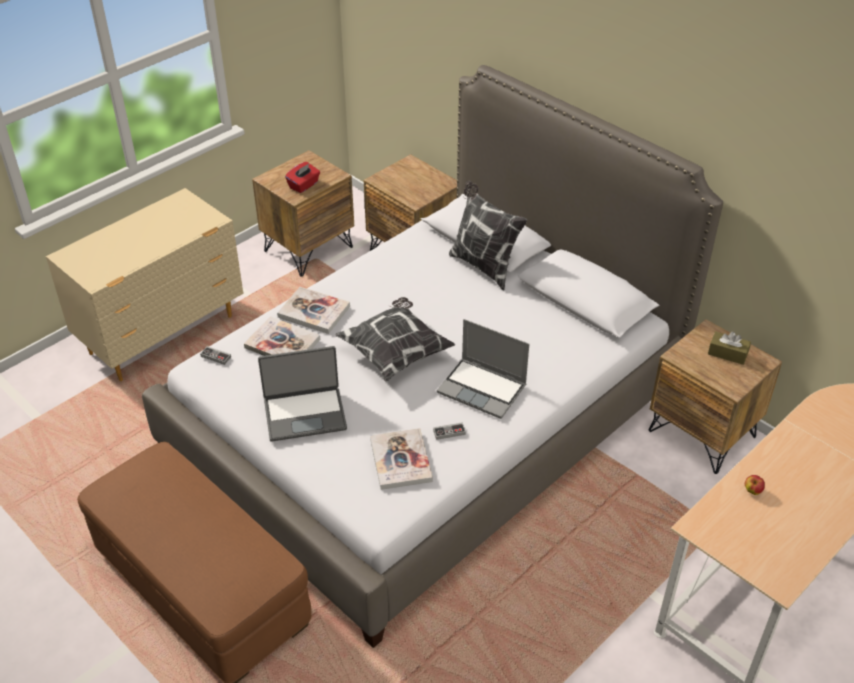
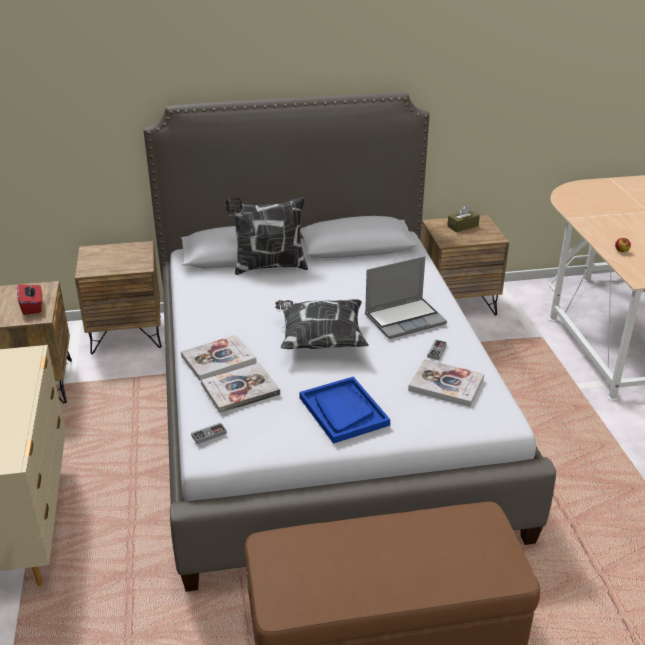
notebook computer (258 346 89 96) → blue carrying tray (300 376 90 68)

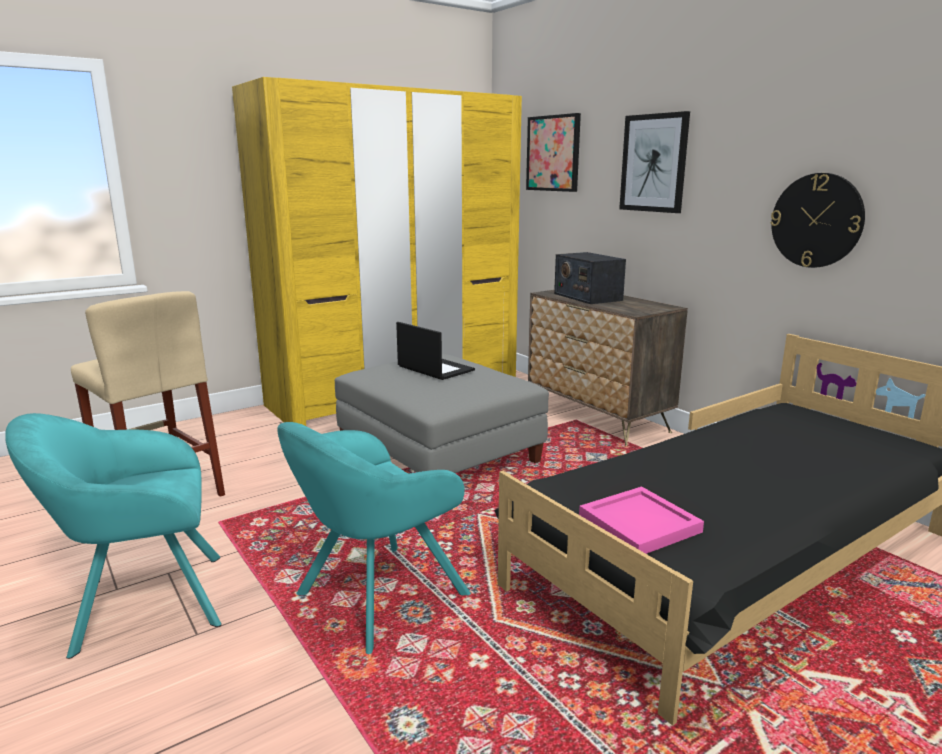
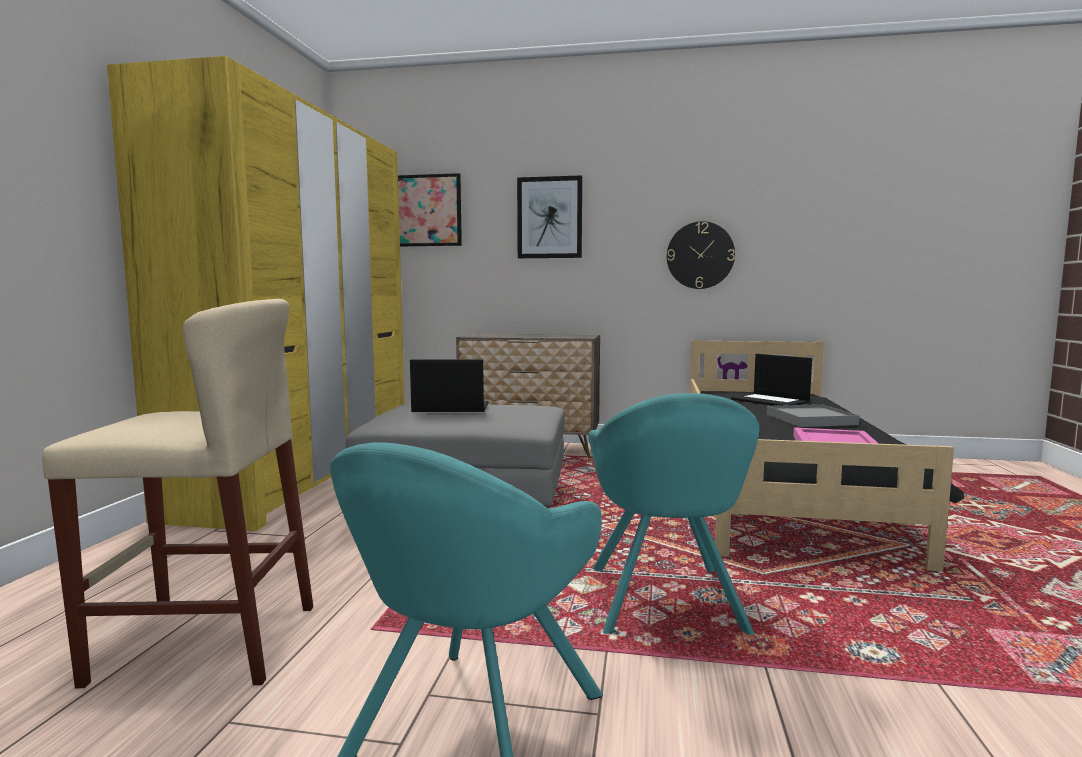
radio set (554 252 72 52) → -
- → notebook computer (731 354 81 52)
- → gray carrying tray (767 404 93 23)

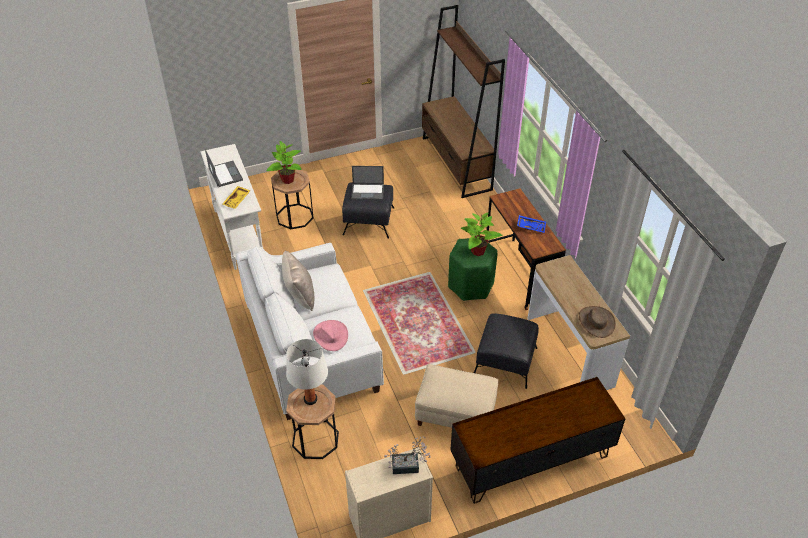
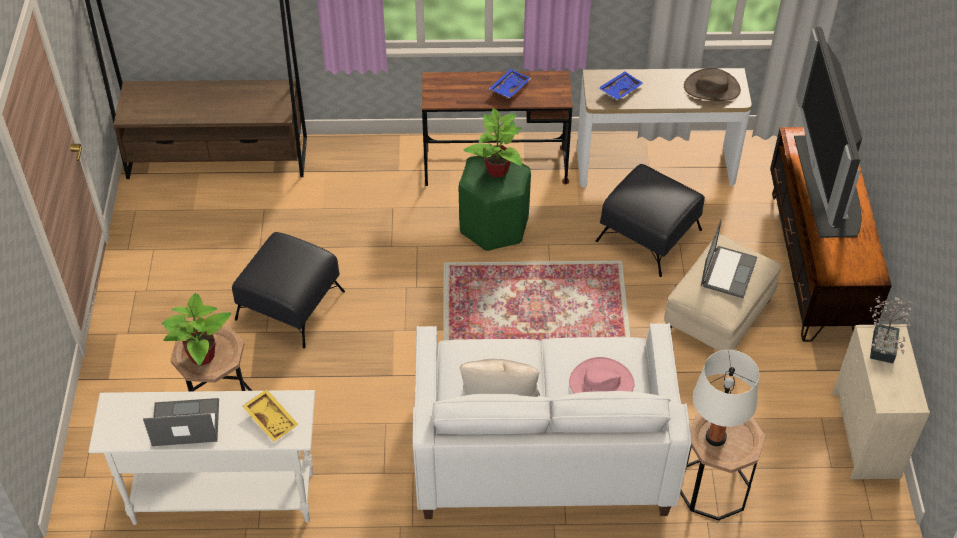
notebook computer (351 166 33 34) → notebook computer (701 220 56 78), move
- → blue carrying tray (599 71 45 29)
- → television (794 27 68 211)

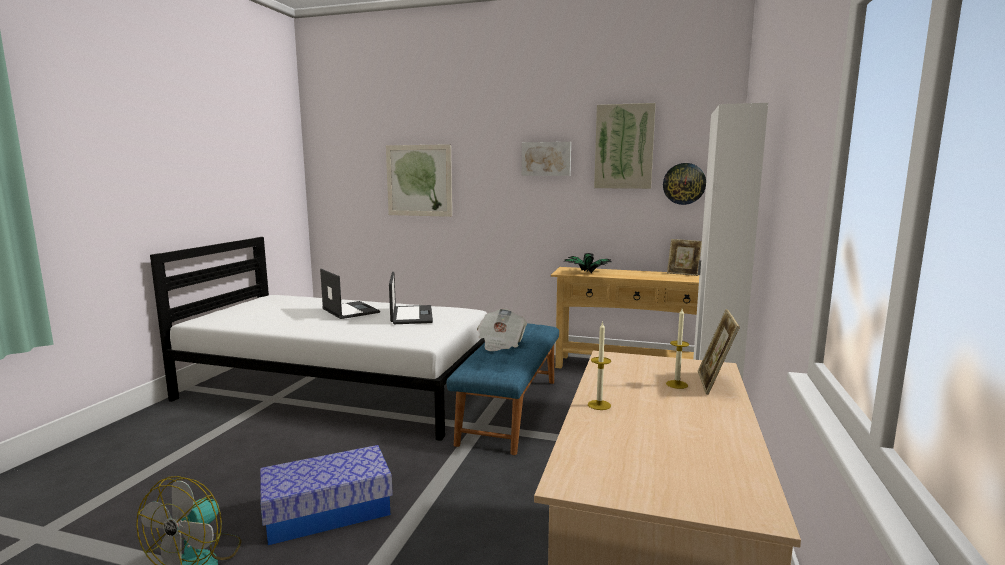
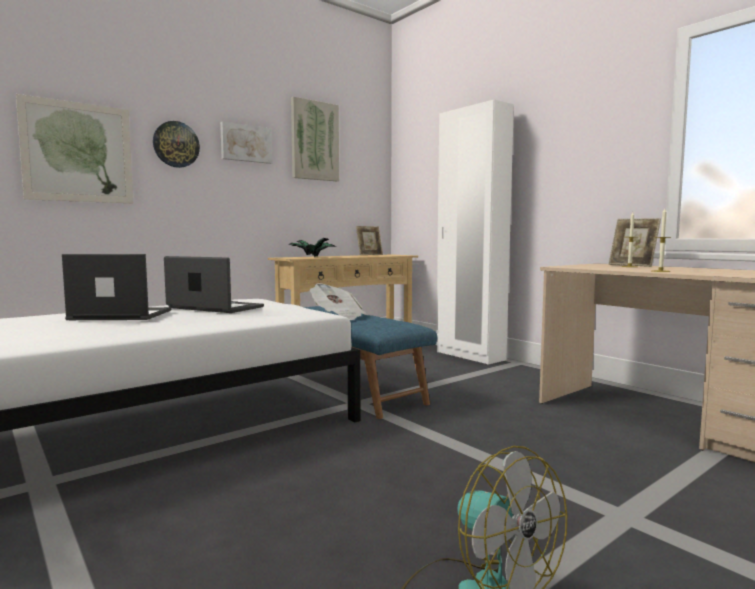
storage container (260 445 133 100) → -
hanging clock (663 163 43 42) → hanging clock (153 121 47 47), move

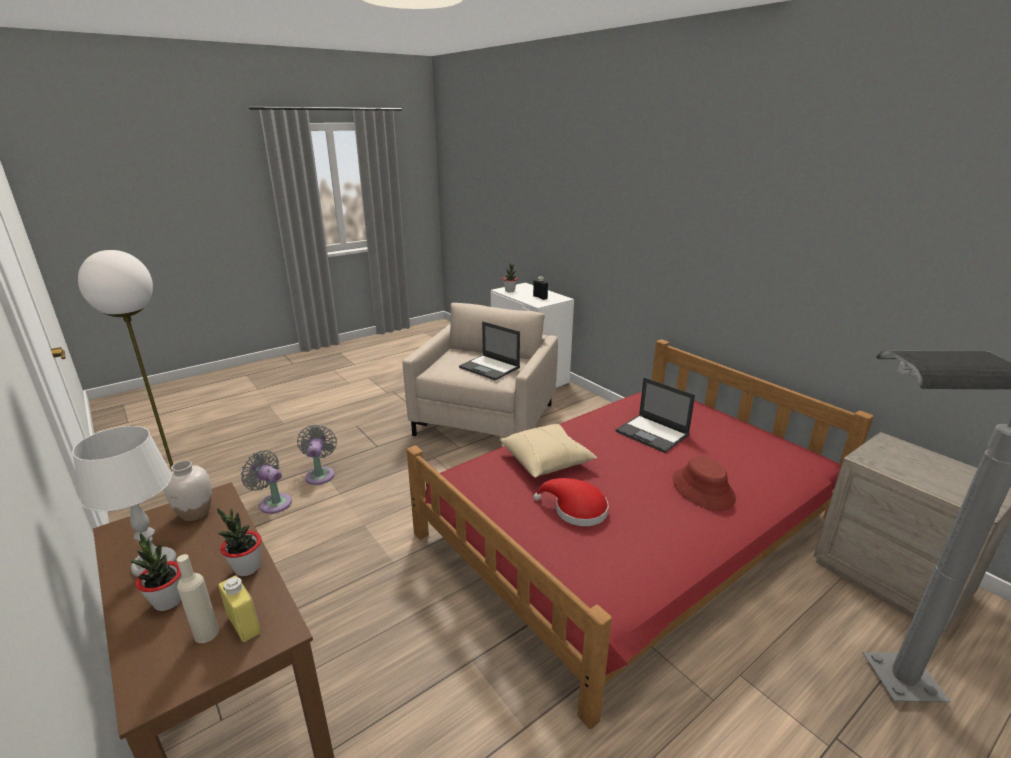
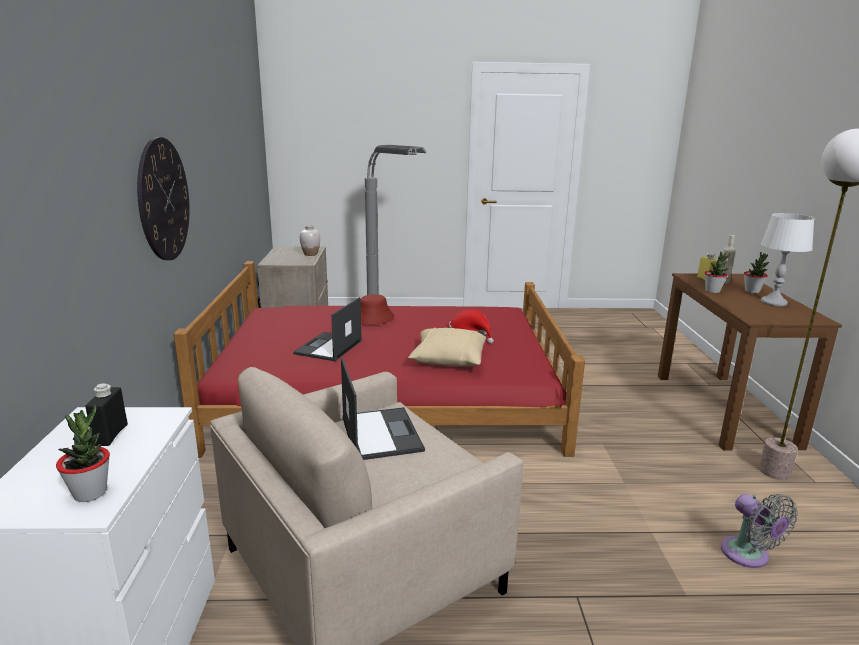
whitish vase (163 460 49 61) → whitish vase (300 225 20 31), move
gray fan (297 425 40 60) → -
notebook computer (616 378 79 75) → notebook computer (293 297 69 64), 150 degrees counterclockwise
- → hanging clock (137 137 52 123)

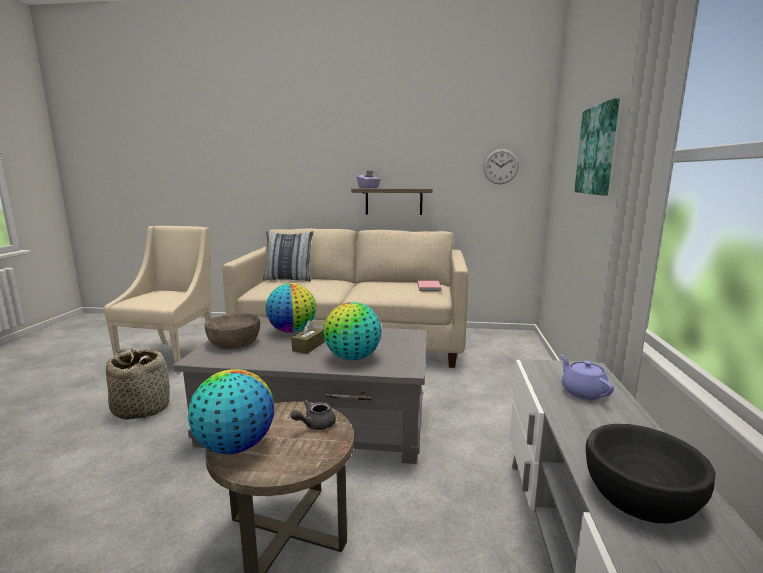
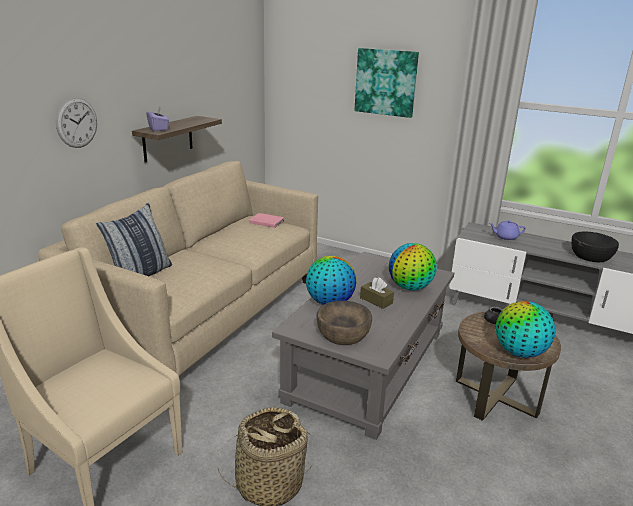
hanging clock (483 149 36 35) → hanging clock (56 98 41 50), move

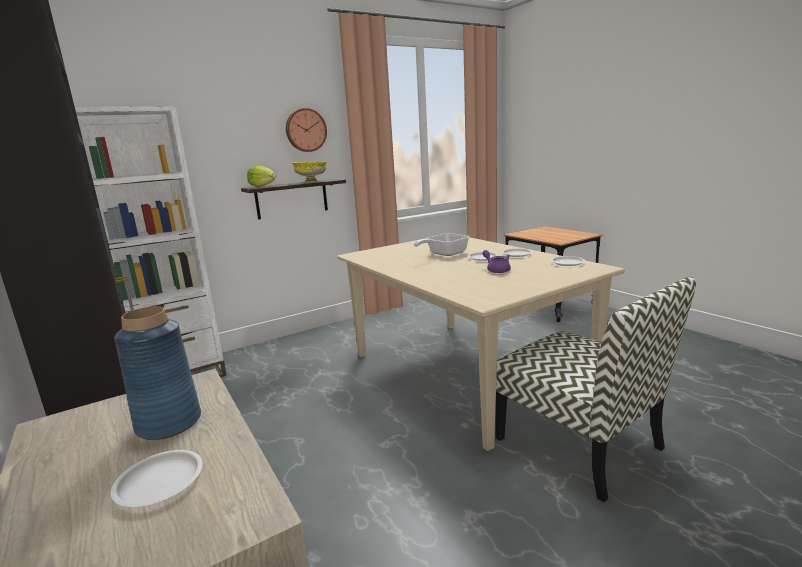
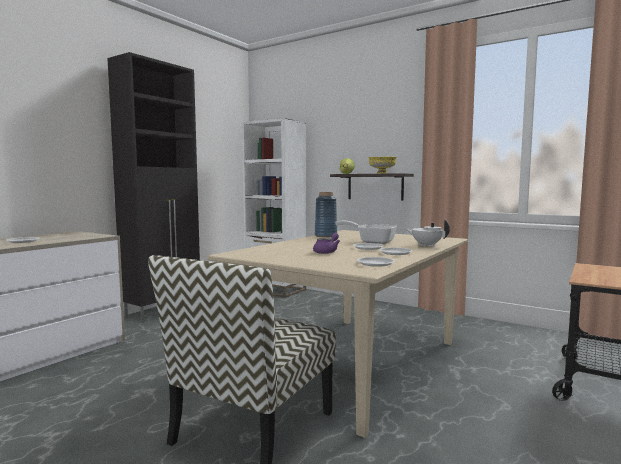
blue vase (114 306 87 134) → blue vase (315 192 22 45), move
hanging clock (286 108 41 44) → -
- → whitish pot for tea (405 219 45 28)

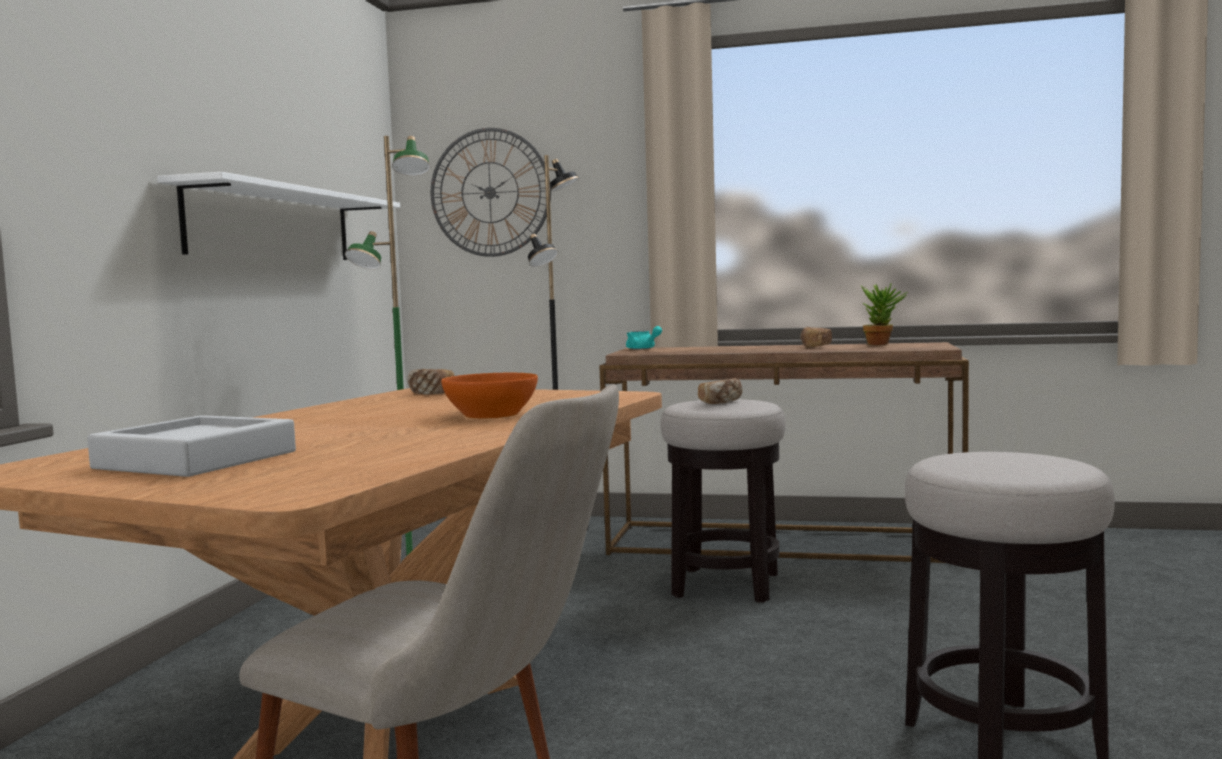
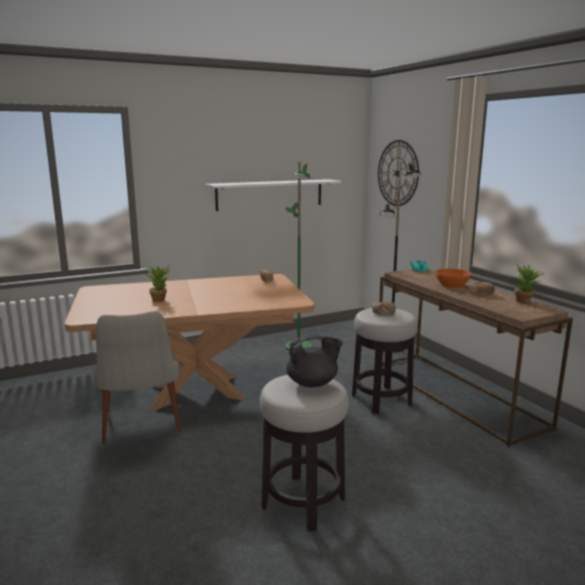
gray carrying tray (87 415 209 62) → -
orange-coloured bowl (441 373 97 46) → orange-coloured bowl (435 268 36 20), move
- → potted plant (143 265 27 37)
- → black-coloured pot for tea (286 334 57 53)

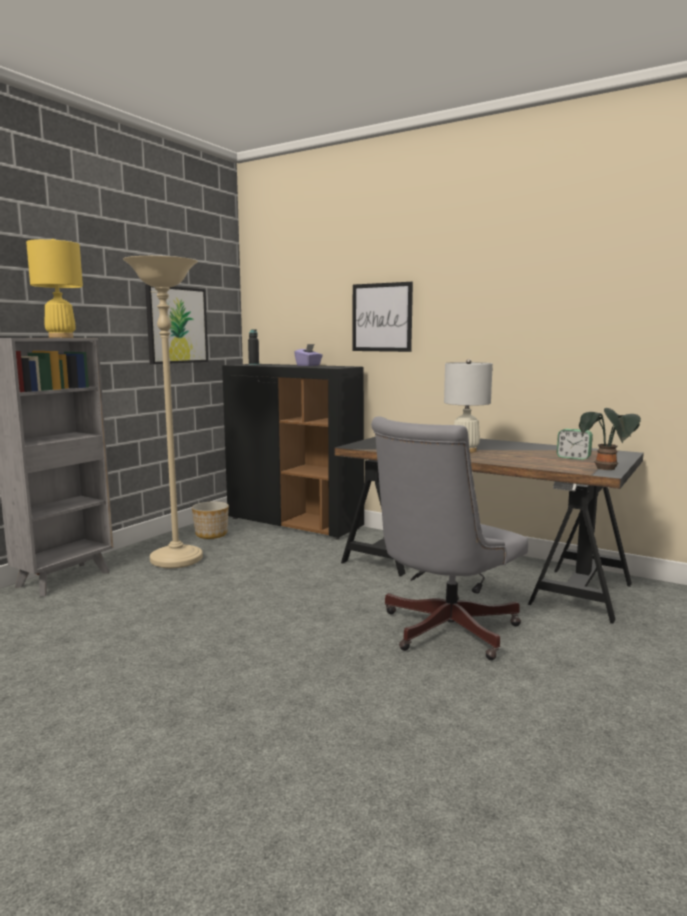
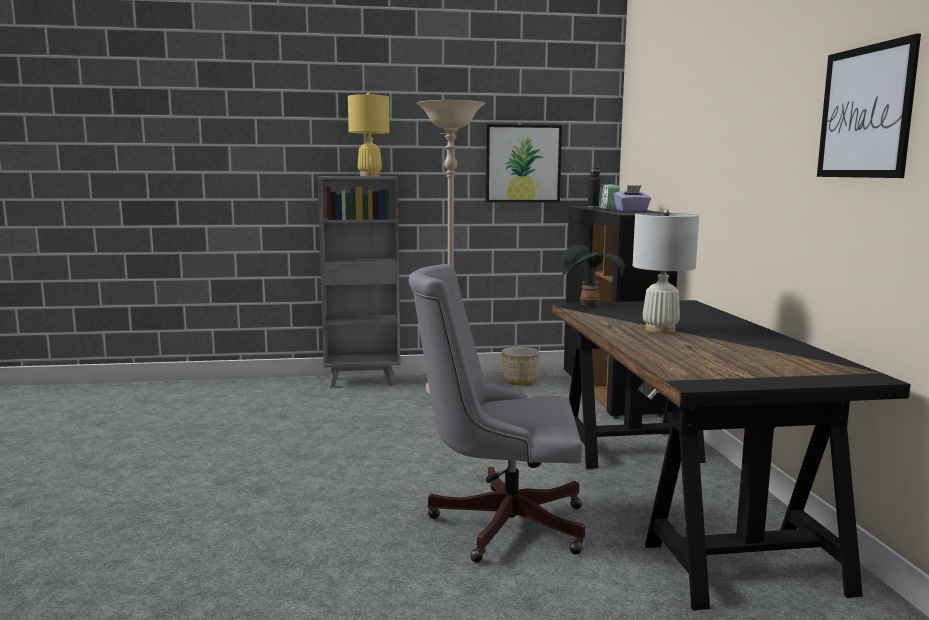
wall art (352 282 61 70) → wall art (817 33 104 145), move
bedside clock (557 429 36 31) → bedside clock (599 184 21 25), move
potted plant (579 408 62 62) → potted plant (561 245 64 61), move

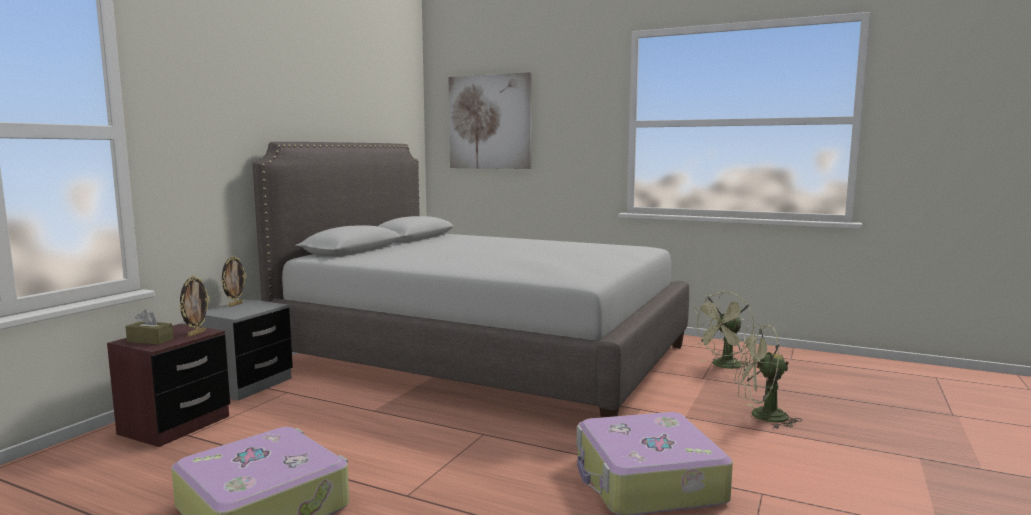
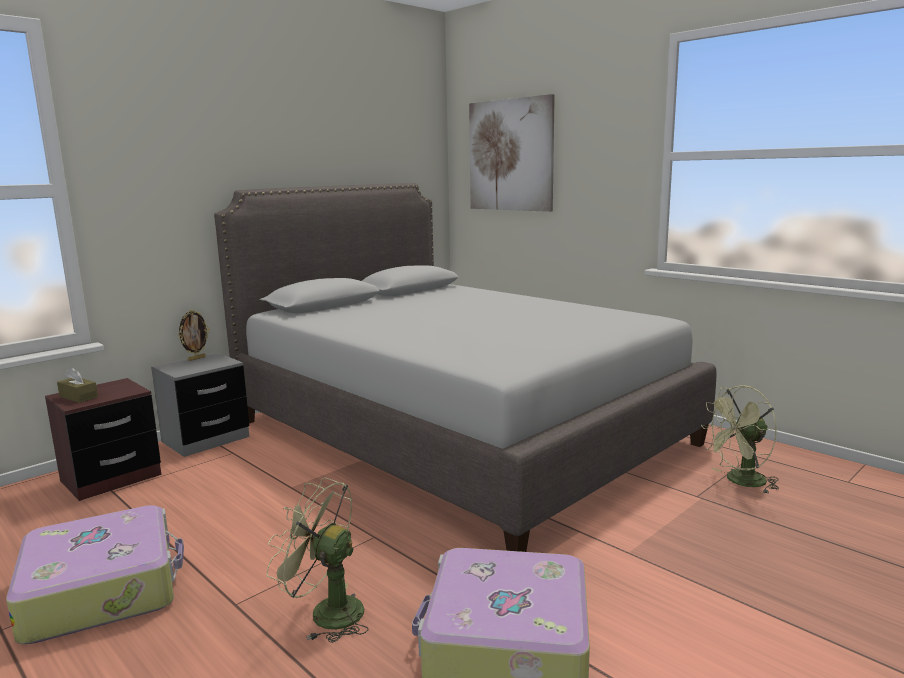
picture frame (180 275 30 62) → -
green-coloured fan (734 324 68 104) → green-coloured fan (267 477 102 166), move

